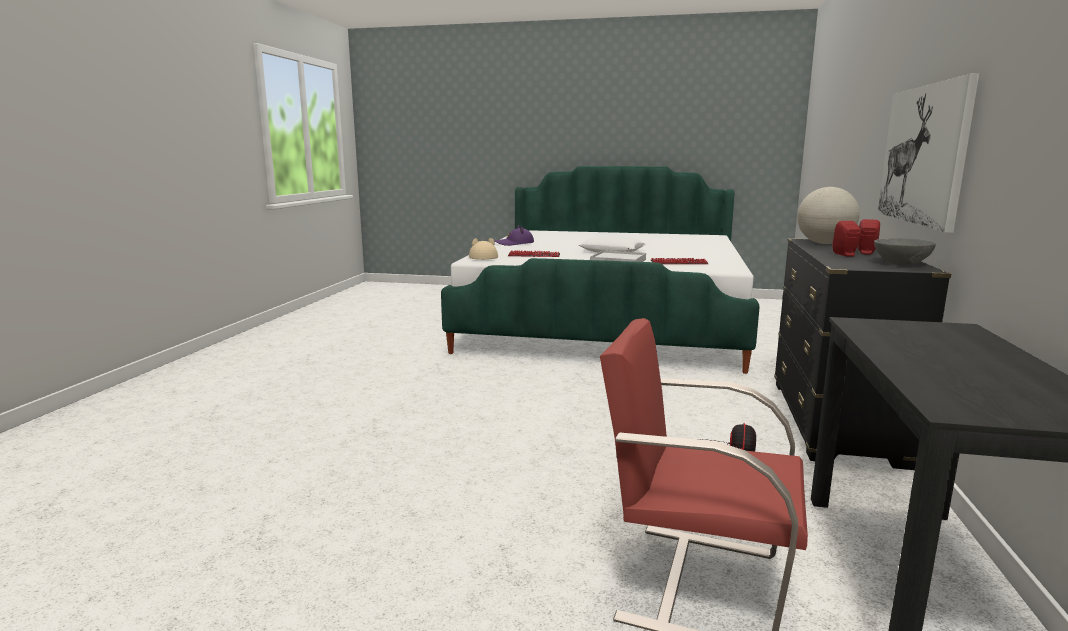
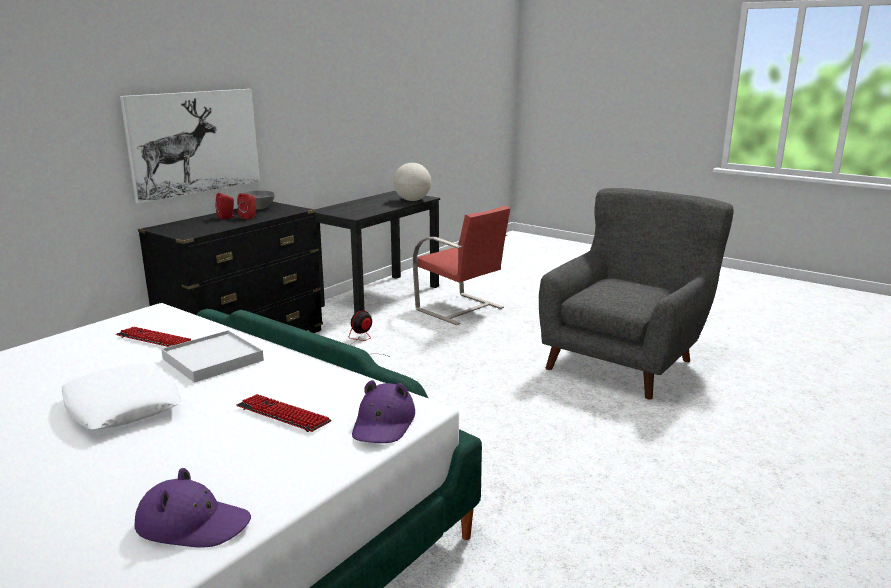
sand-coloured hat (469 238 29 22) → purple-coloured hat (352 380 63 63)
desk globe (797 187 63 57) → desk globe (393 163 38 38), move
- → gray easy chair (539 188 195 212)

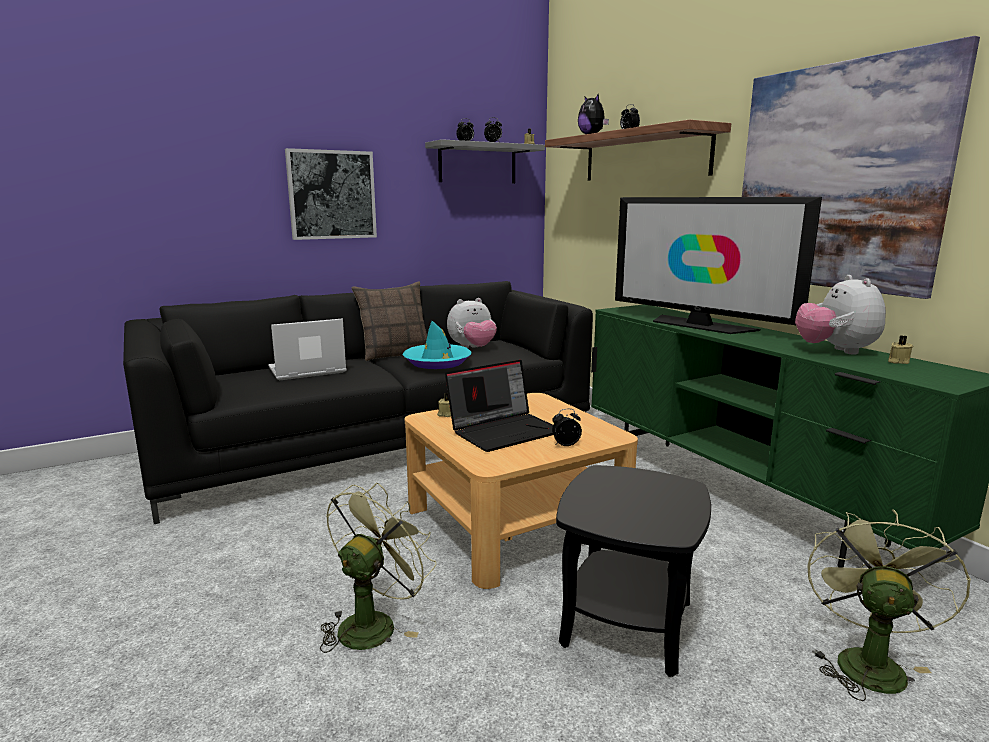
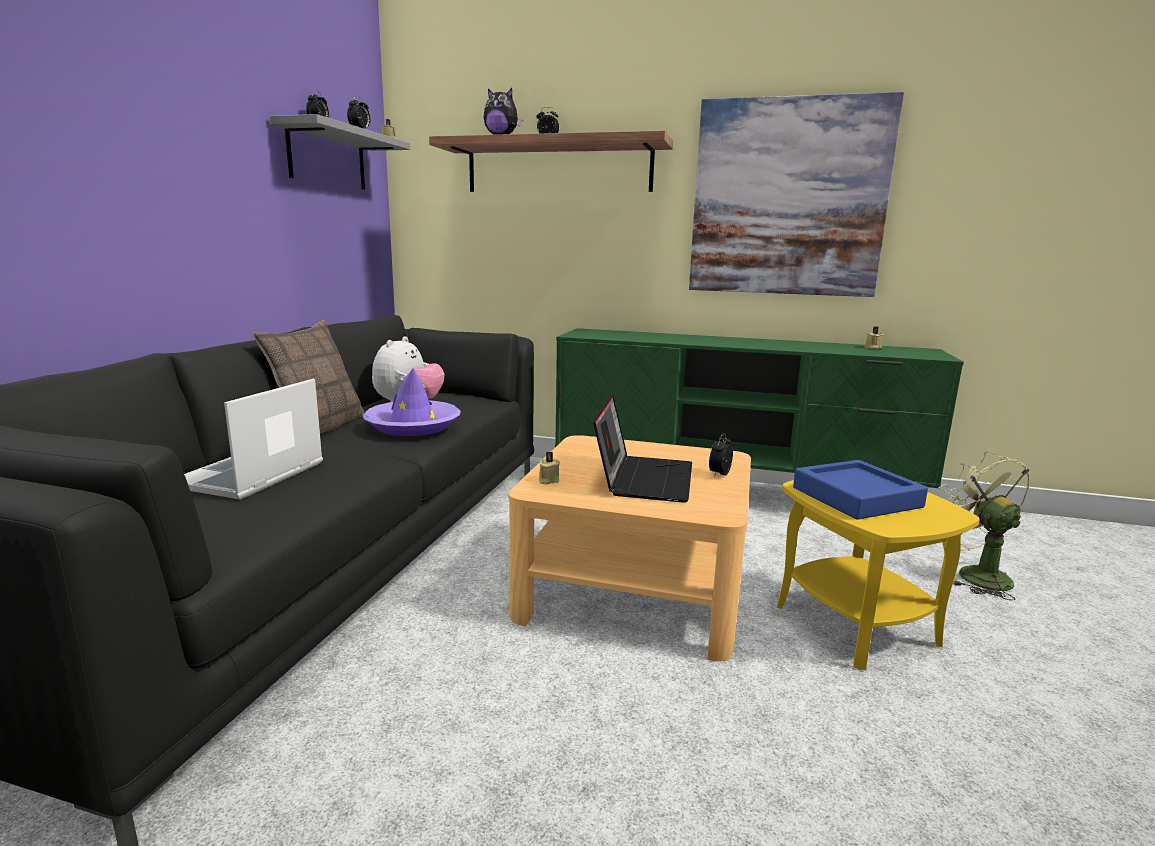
wall art (285 148 92 92) → -
green-coloured fan (320 483 116 170) → -
turquoise-coloured hat (402 321 69 48) → purple-coloured hat (362 368 99 68)
black-coloured end table (556 465 155 212) → yellowish end table (777 480 203 190)
television (615 197 207 137) → -
plush toy (795 275 91 80) → -
- → blue carrying tray (793 460 135 60)

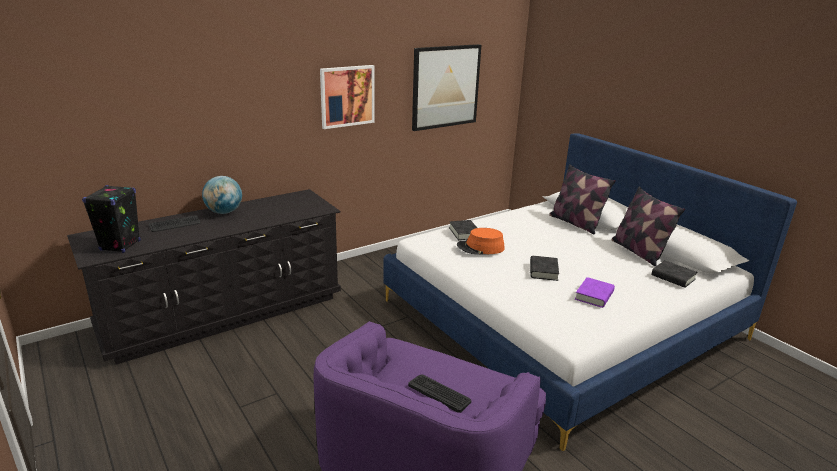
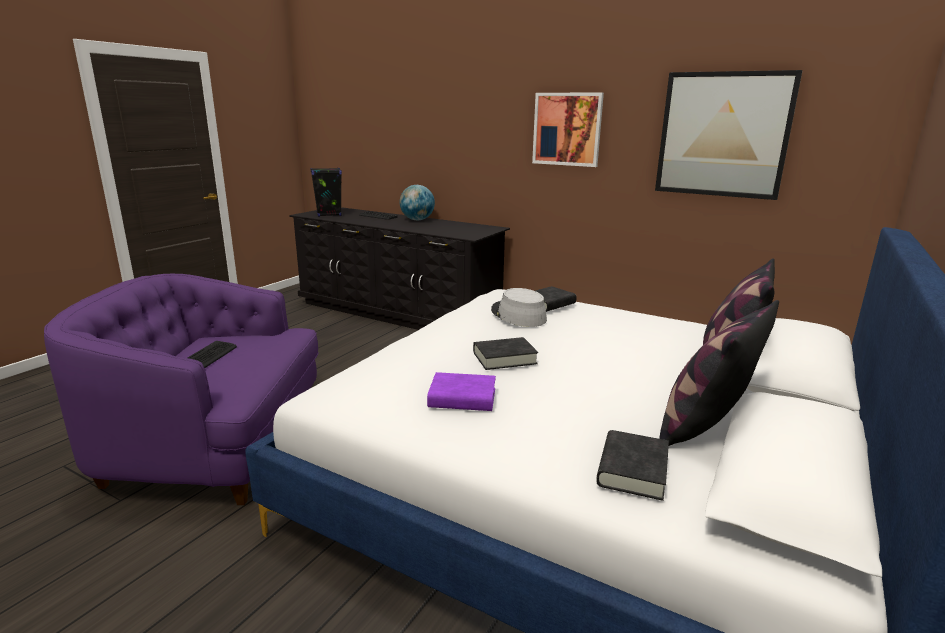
orange-coloured hat (457 228 48 26) → gray hat (491 288 56 39)

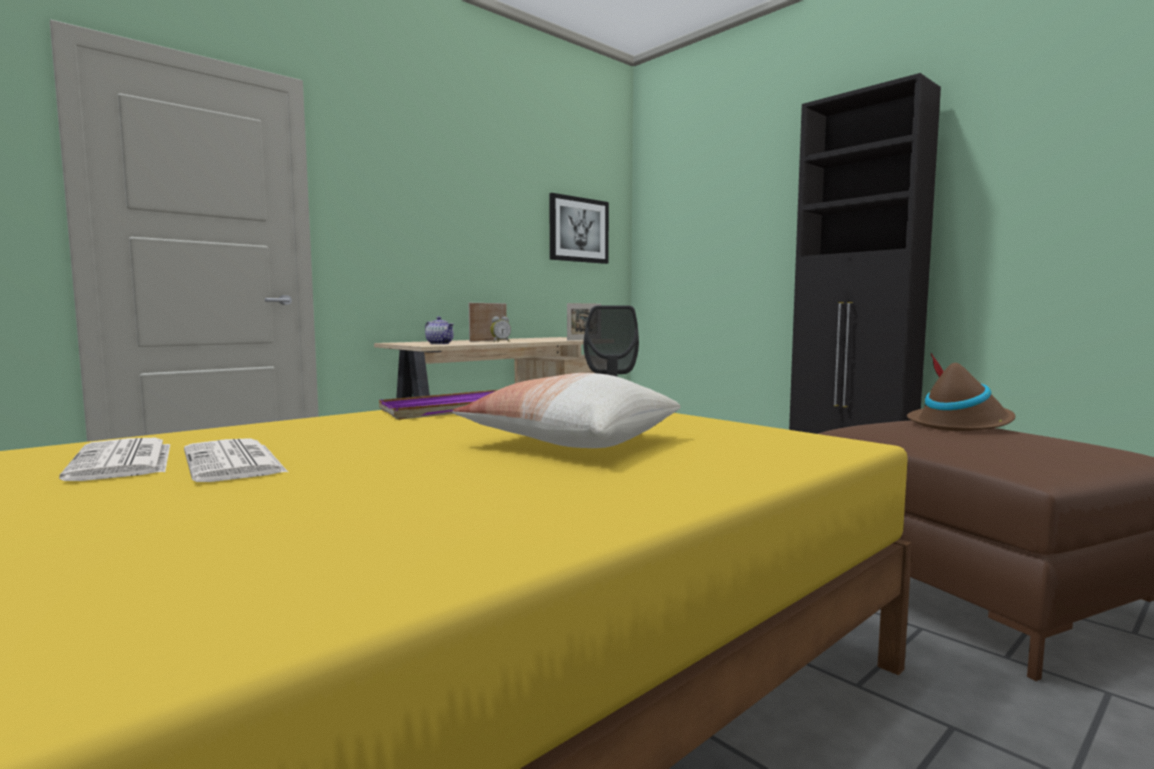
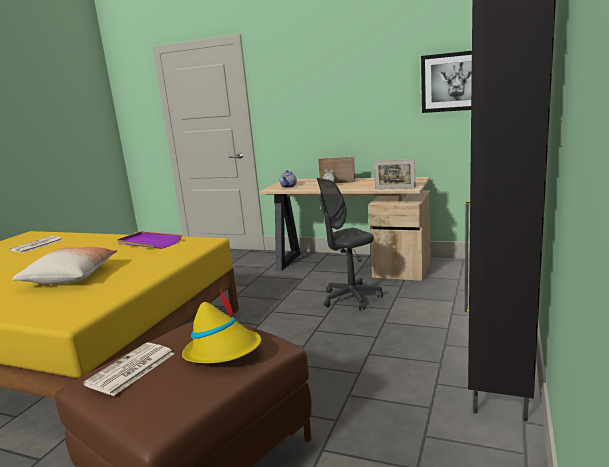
newspaper (184 438 104 44) → newspaper (83 342 92 54), move
brownish hat (907 353 108 78) → yellowish hat (182 289 80 74)

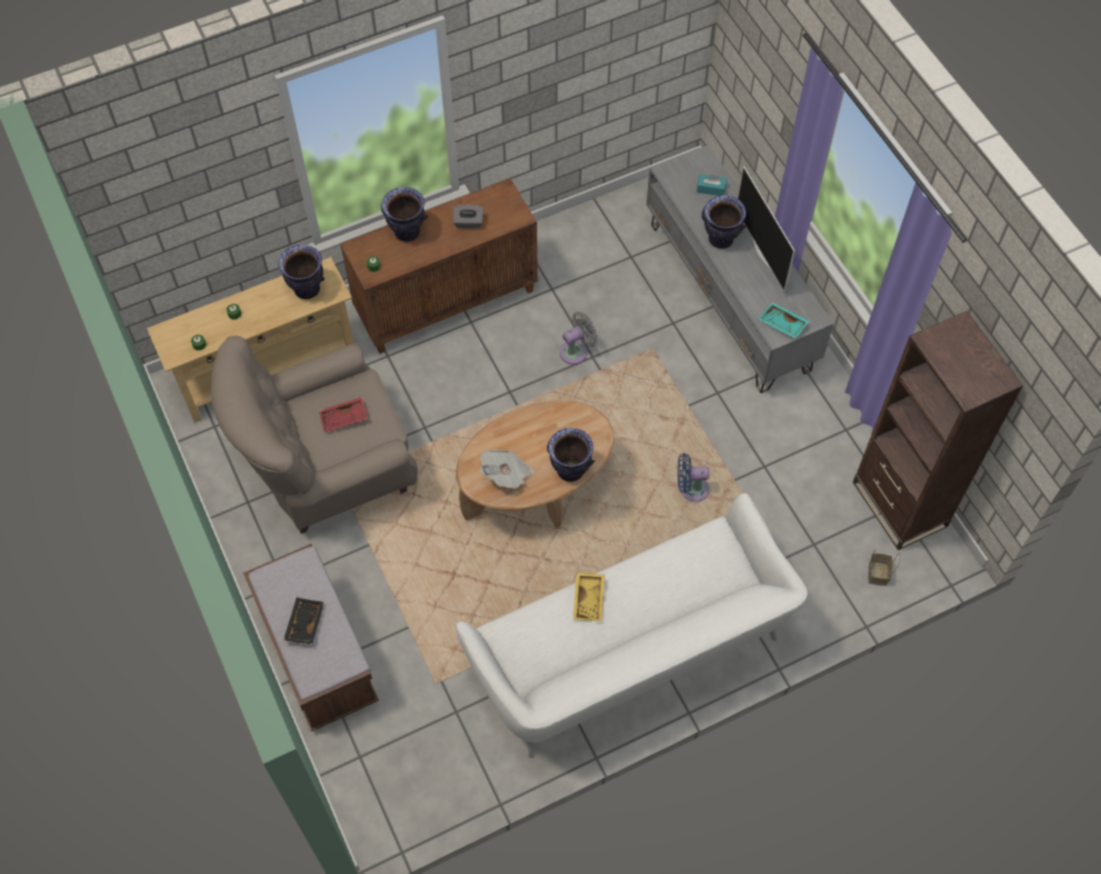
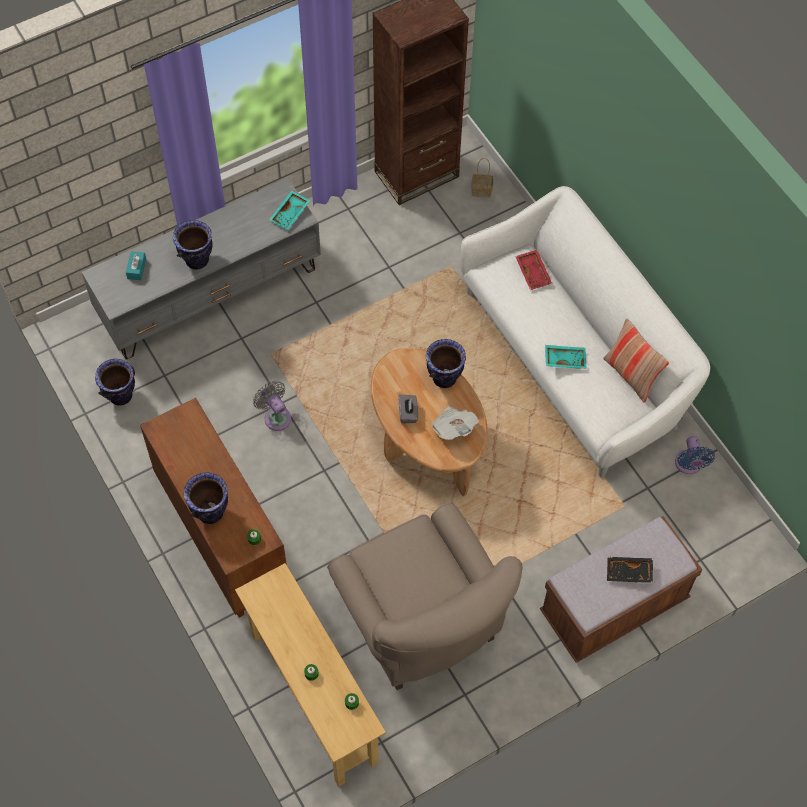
vase (278 245 47 54) → vase (95 359 40 47), move
reddish carrying tray (319 397 49 36) → reddish carrying tray (515 250 37 40), move
gray box of tissues (453 205 30 23) → gray box of tissues (399 394 19 30), move
yellowish carrying tray (573 573 32 48) → turquoise-coloured carrying tray (545 345 42 24)
blue fan (677 453 33 49) → blue fan (675 436 40 38), move
television (737 166 58 126) → -
- → pillow (604 319 65 84)

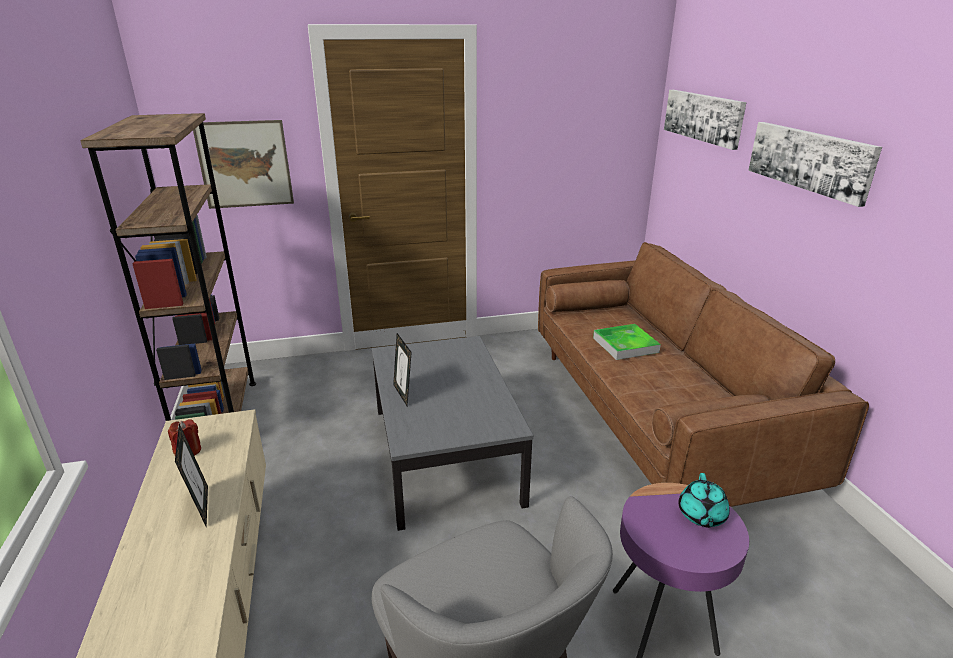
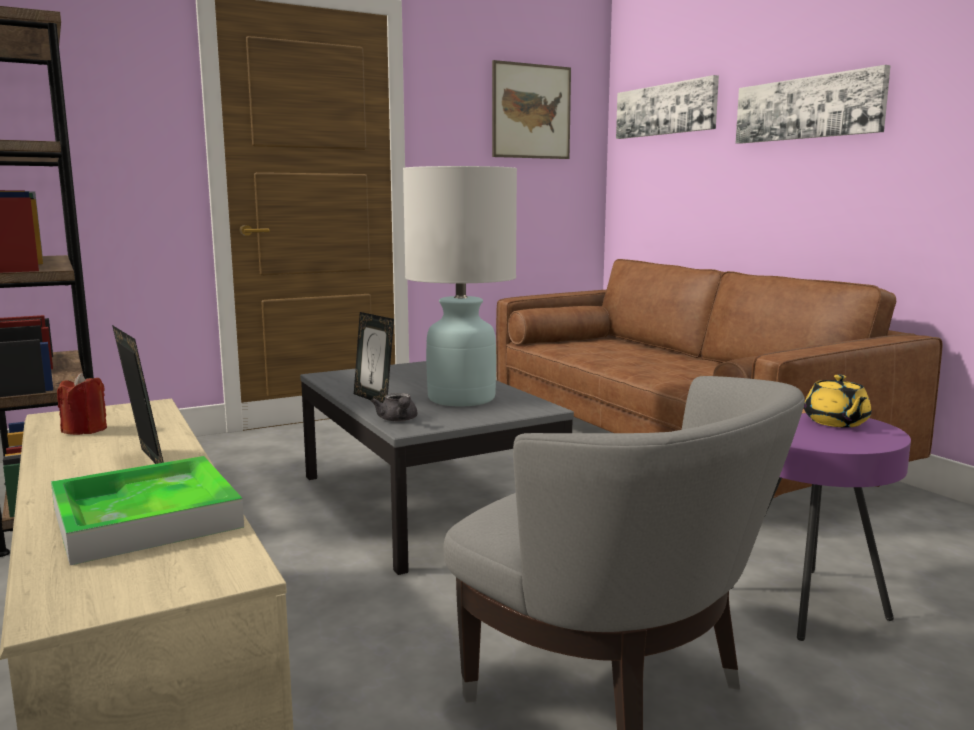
wall art (193 120 101 89) → wall art (492 60 79 99), move
carrying tray (593 324 68 36) → carrying tray (51 456 193 109), move
turquoise-coloured pot for tea (678 473 52 55) → yellowish pot for tea (804 375 67 52)
- → gray pot for tea (371 393 46 29)
- → whitish table lamp (403 166 114 240)

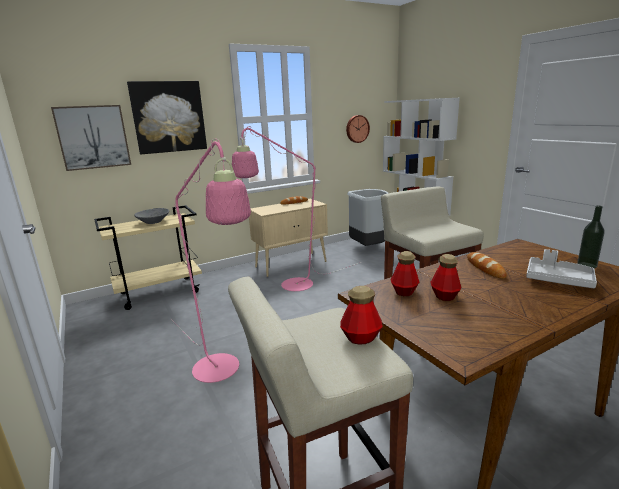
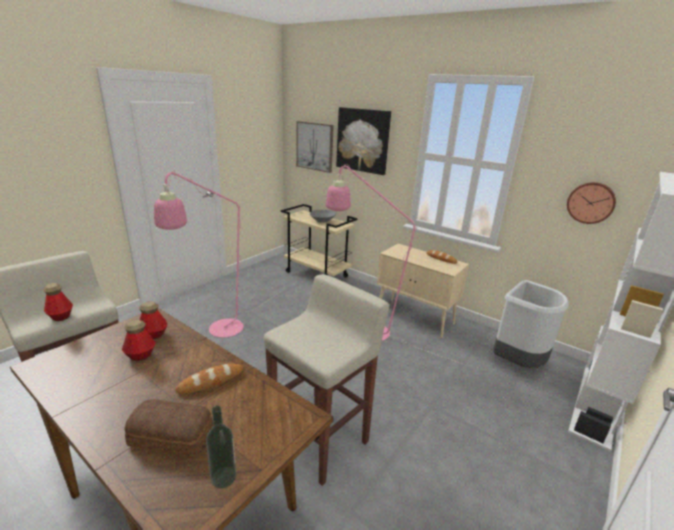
gray carrying tray (526 249 71 39) → bread (124 399 89 57)

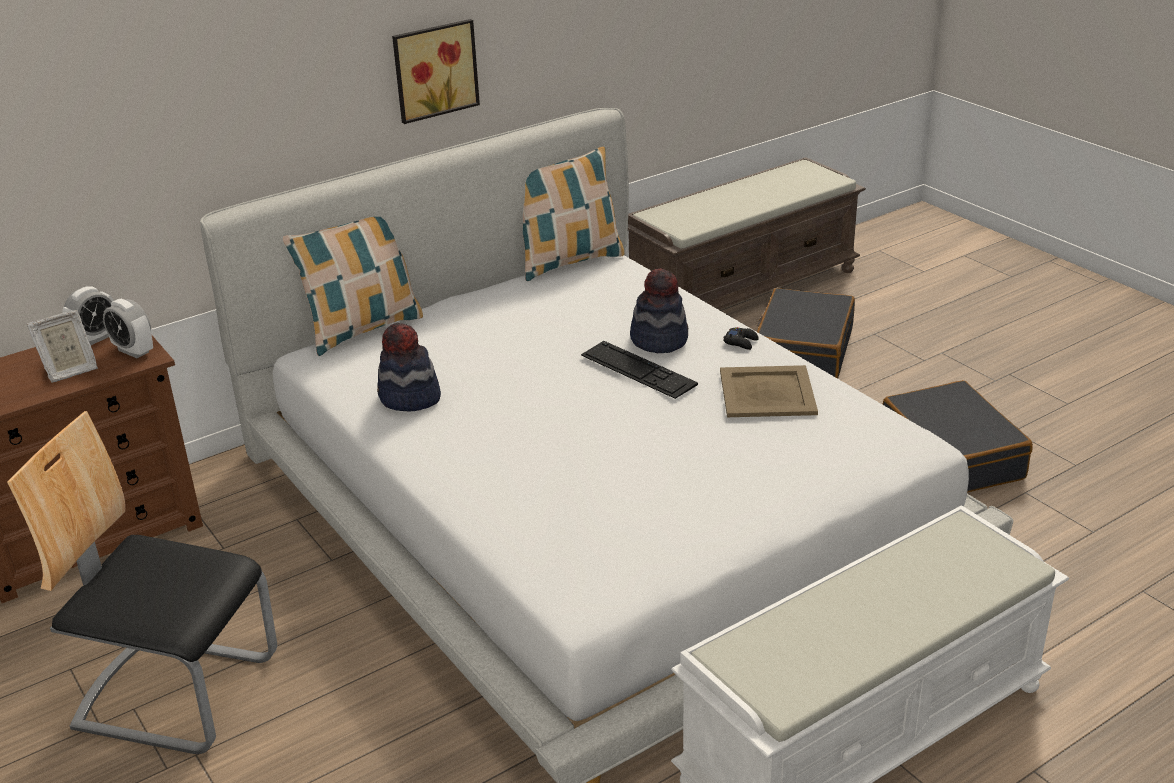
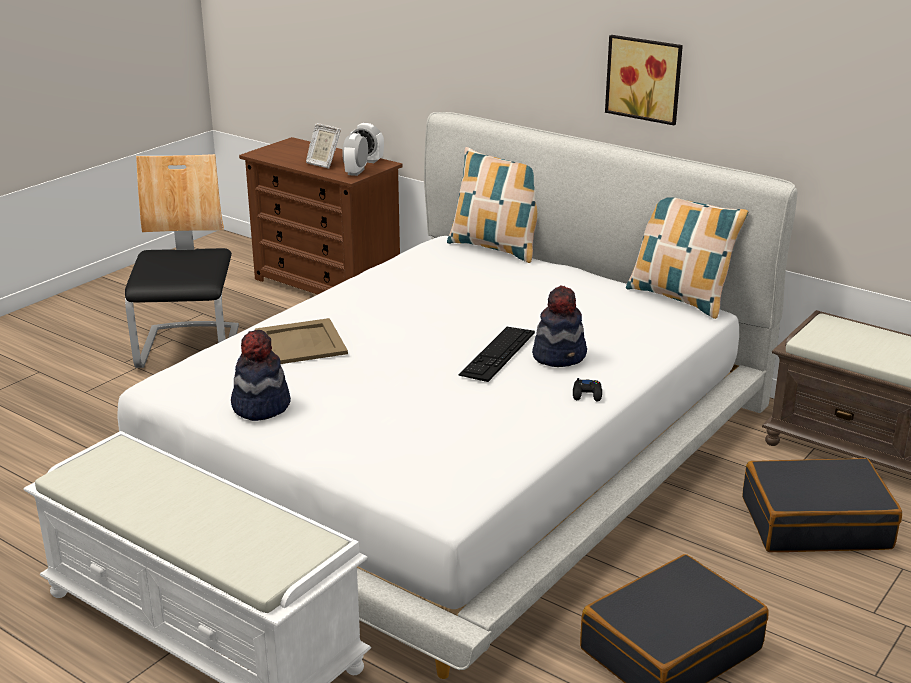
hat (377 323 64 88) → hat (231 330 60 91), move
sand-coloured carrying tray (720 365 98 52) → sand-coloured carrying tray (255 318 93 46), move

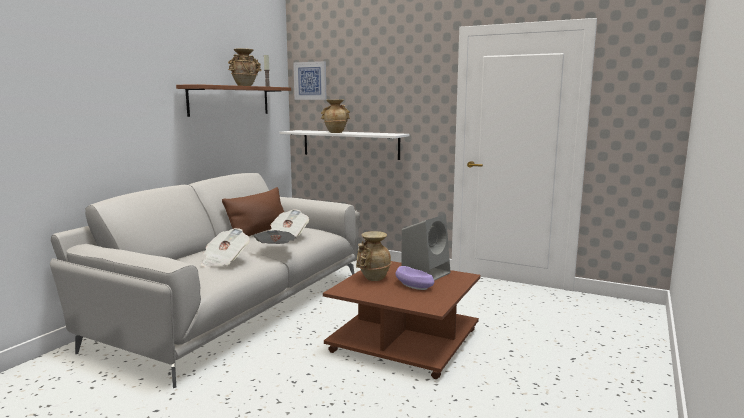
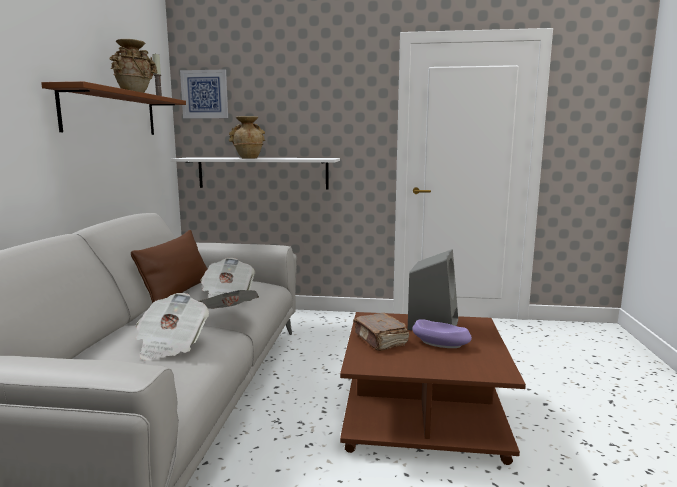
sand-coloured vase (356 231 36 50) → brownish bound book (353 313 56 38)

